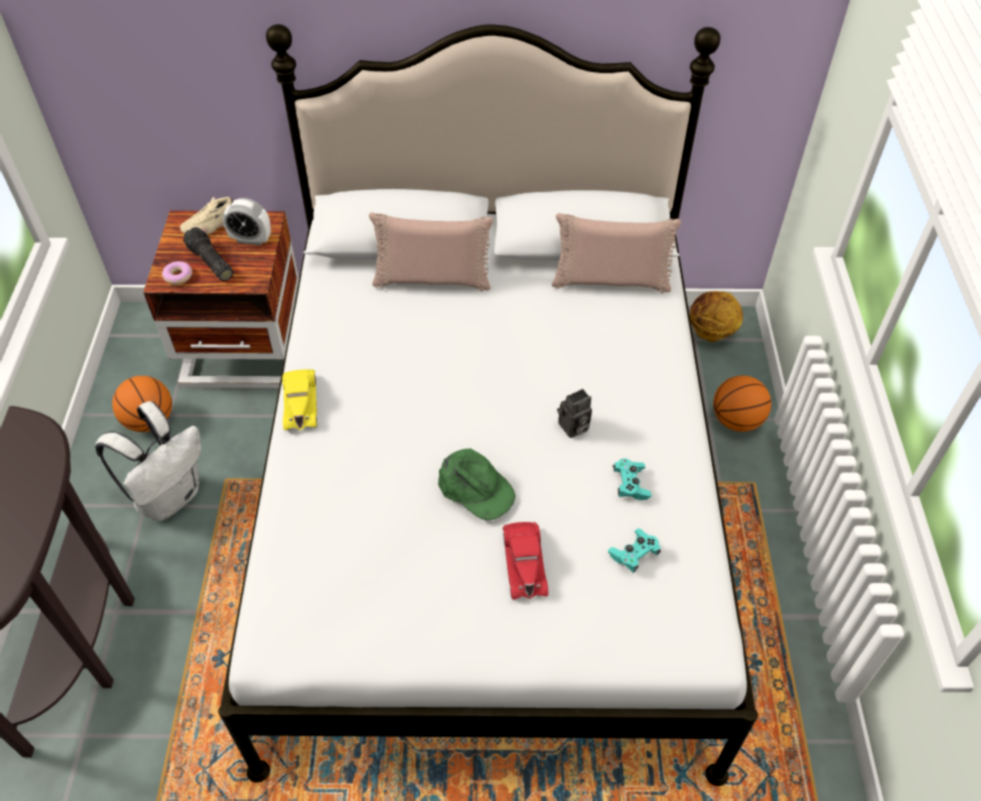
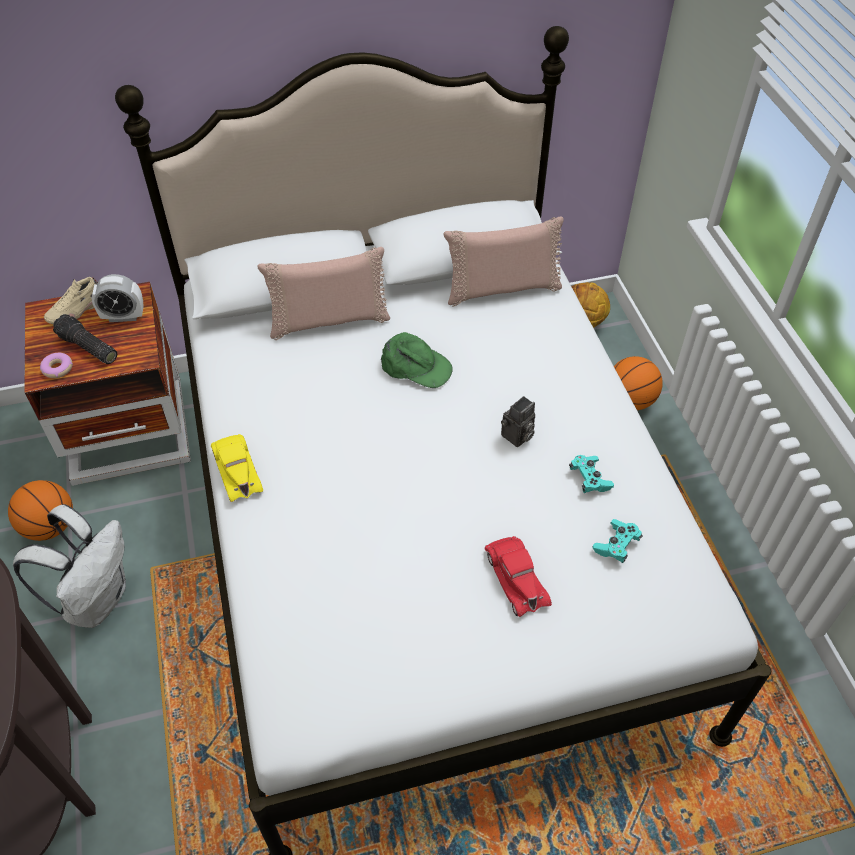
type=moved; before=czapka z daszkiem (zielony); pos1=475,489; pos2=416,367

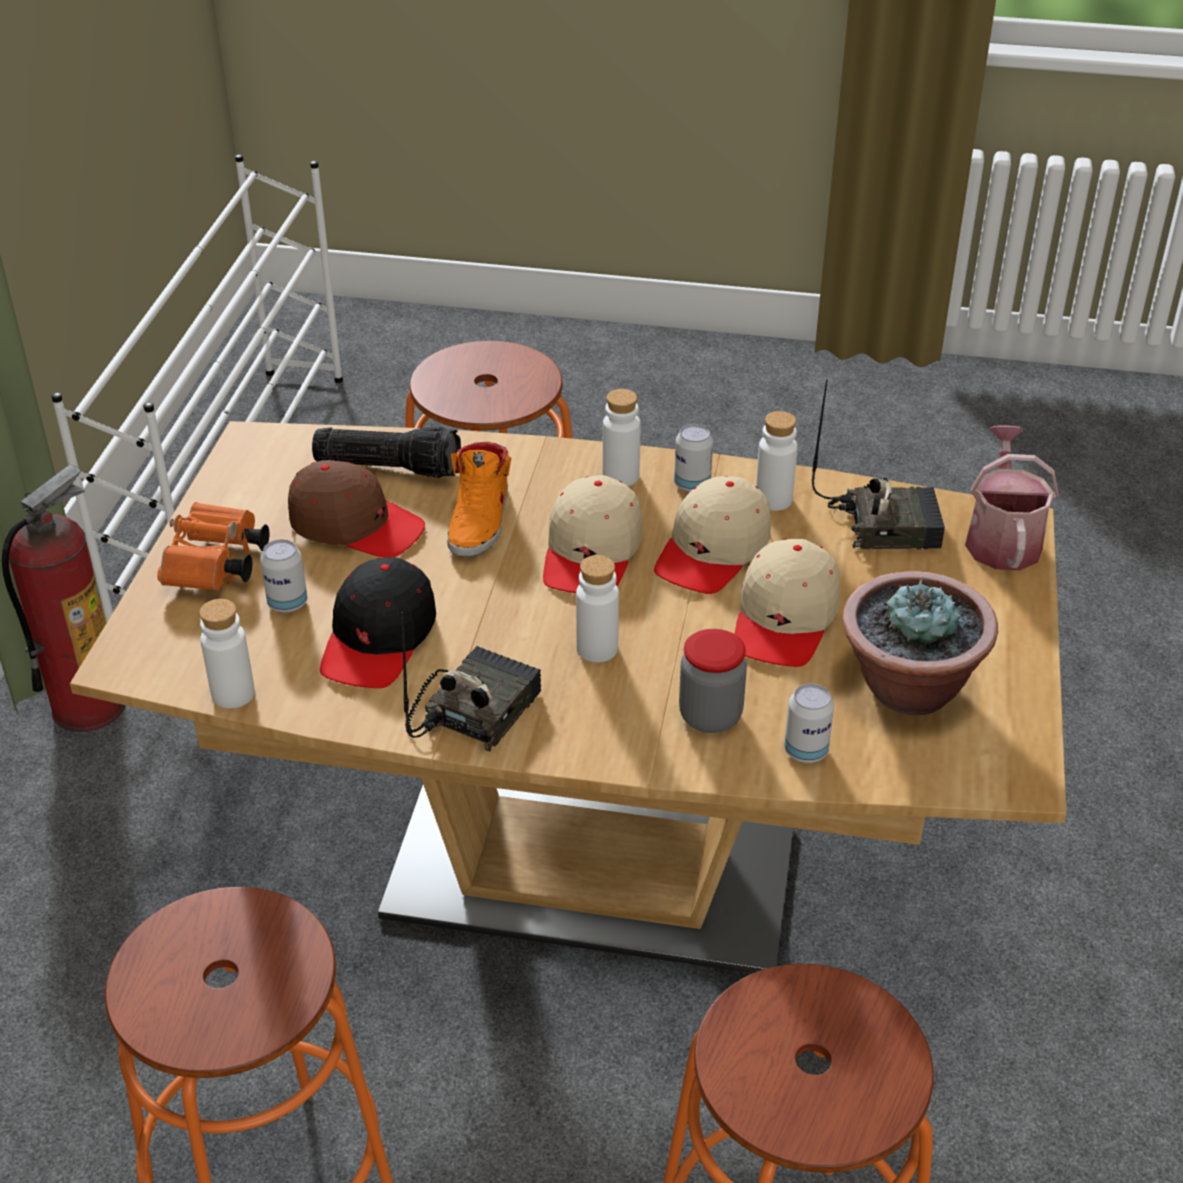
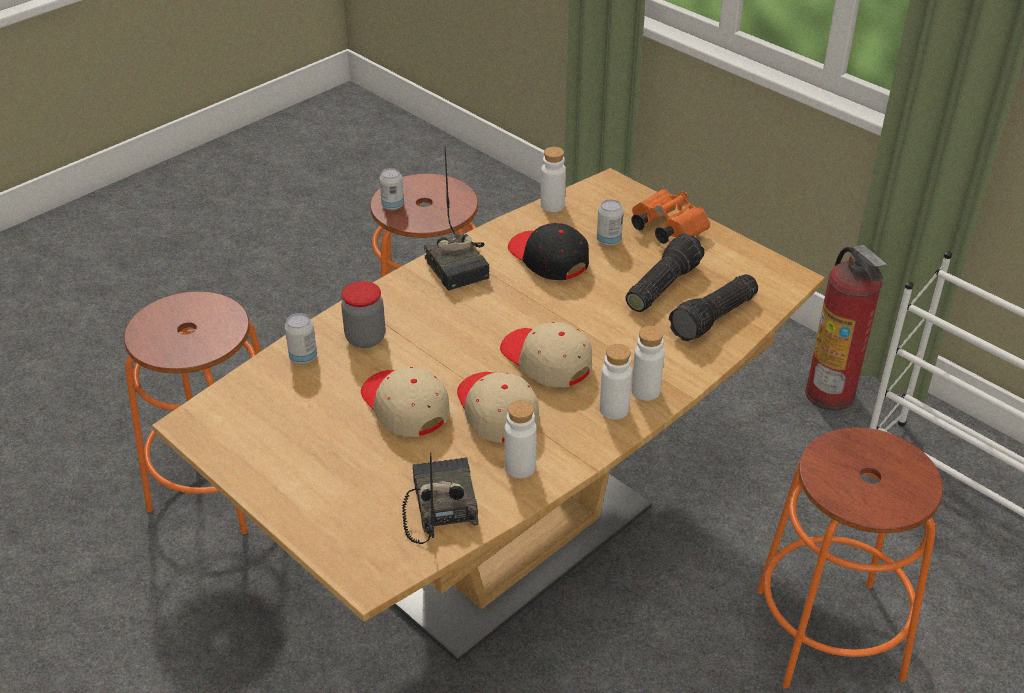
type=replaced; before=czapka z daszkiem (brązowy); after=latarka; pos1=355,525; pos2=661,285
type=removed; before=but (pomarańczowy); pos1=480,520
type=moved; before=butelka (biały); pos1=597,648; pos2=645,391
type=moved; before=puszka; pos1=692,485; pos2=392,206
type=turned; before=radio; pos1=886,524; pos2=439,507; turn=135
type=removed; before=roślina doniczkowa; pos1=908,689
type=removed; before=konewka; pos1=1002,538

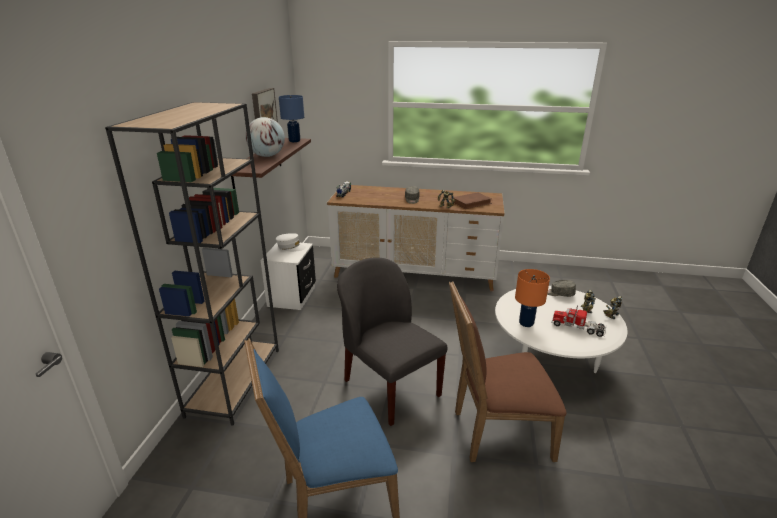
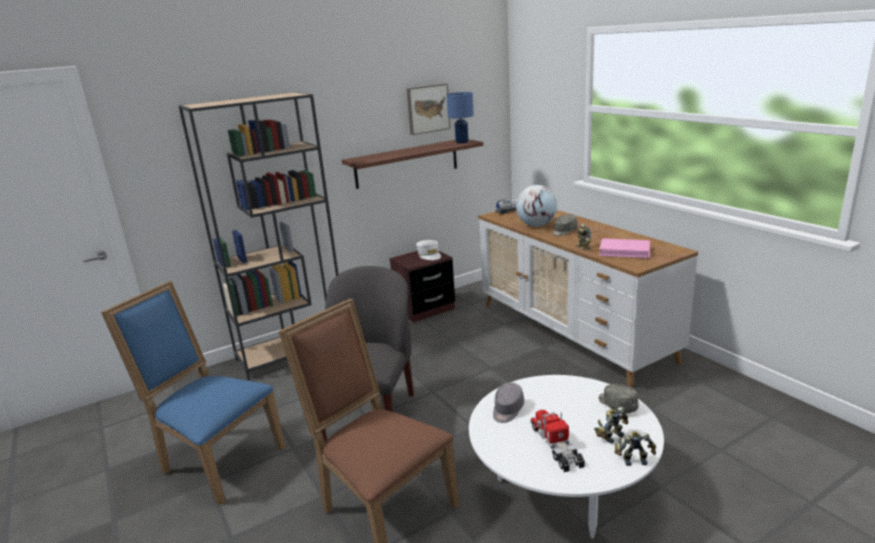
type=moved; before=globus; pos1=267,156; pos2=536,225
type=recoloured; before=szafka nocna (biały); after=szafka nocna (brązowy); pos1=292,297; pos2=425,309
type=recoloured; before=książka (brązowy); after=książka (różowy); pos1=471,203; pos2=625,251
type=replaced; before=lampa stołowa (pomarańczowy); after=czapka z daszkiem (szary); pos1=526,323; pos2=507,410

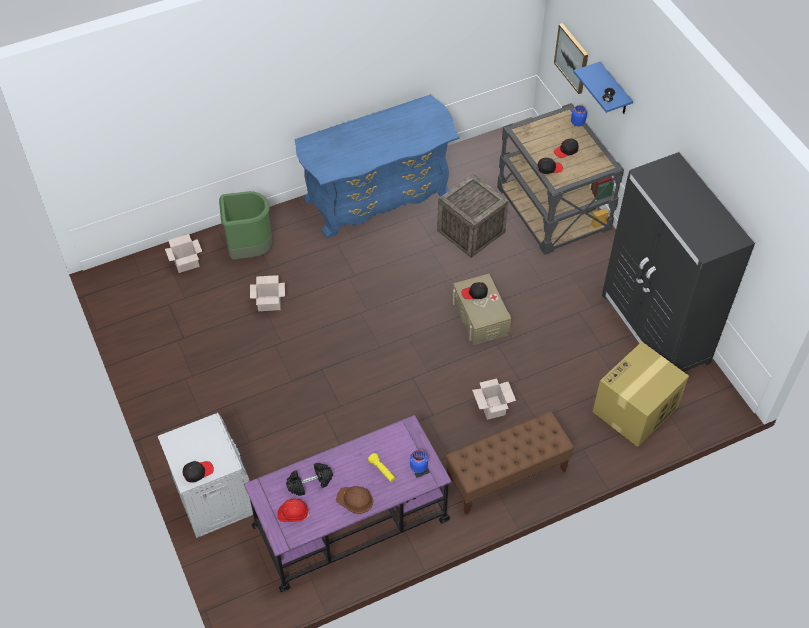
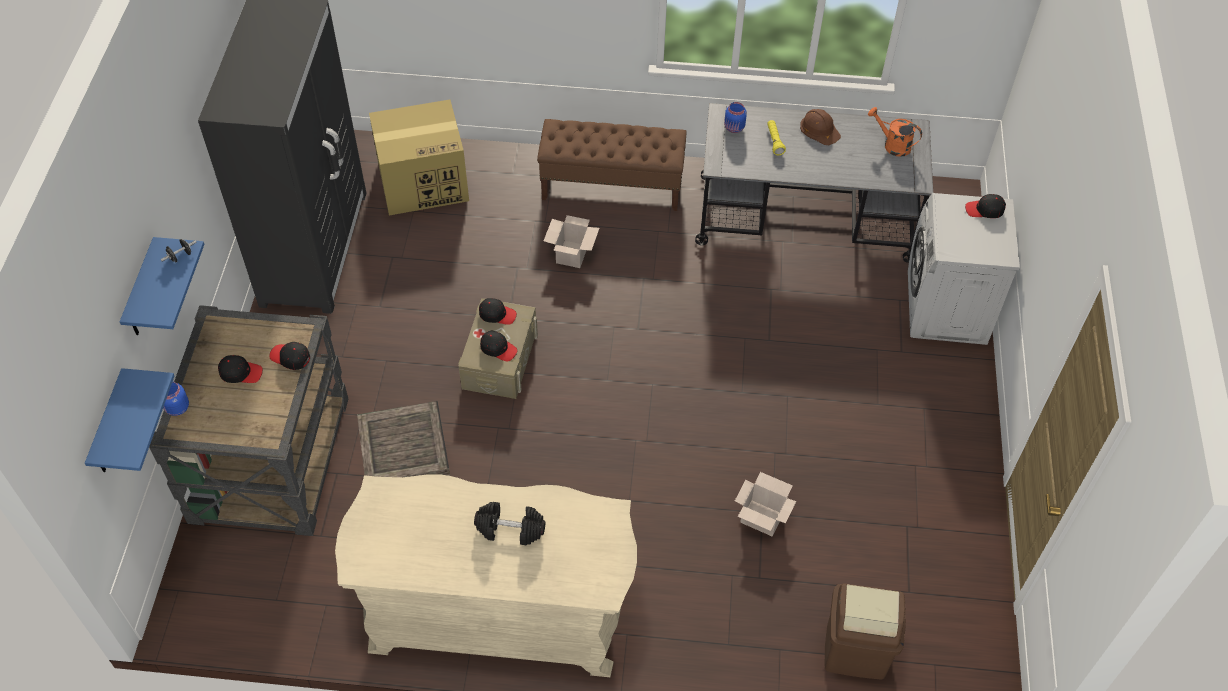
type=replaced; before=karton; after=kosz na śmieci (brązowy); pos1=186,264; pos2=855,650
type=removed; before=kosz na śmieci (zielony); pos1=249,251
type=recoloured; before=biurko (fioletowy); after=biurko (szary); pos1=351,523; pos2=804,218
type=replaced; before=kask (czerwony); after=konewka (pomarańczowy); pos1=293,514; pos2=892,145
type=moved; before=hantel (czarny); pos1=310,483; pos2=510,530
type=recoloured; before=komoda (niebieski); after=komoda (beżowy); pos1=379,198; pos2=497,611
type=replaced; before=obraz; after=półka (niebieski); pos1=572,58; pos2=109,426
type=added; after=czapka z daszkiem (czarny); pos2=497,314

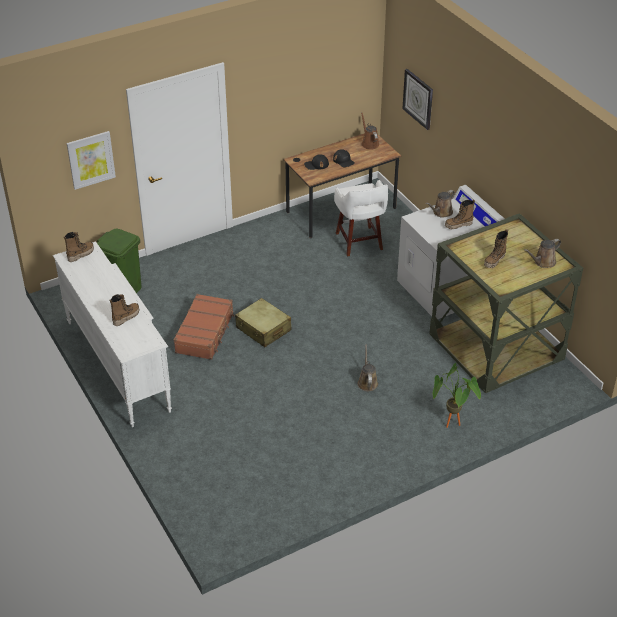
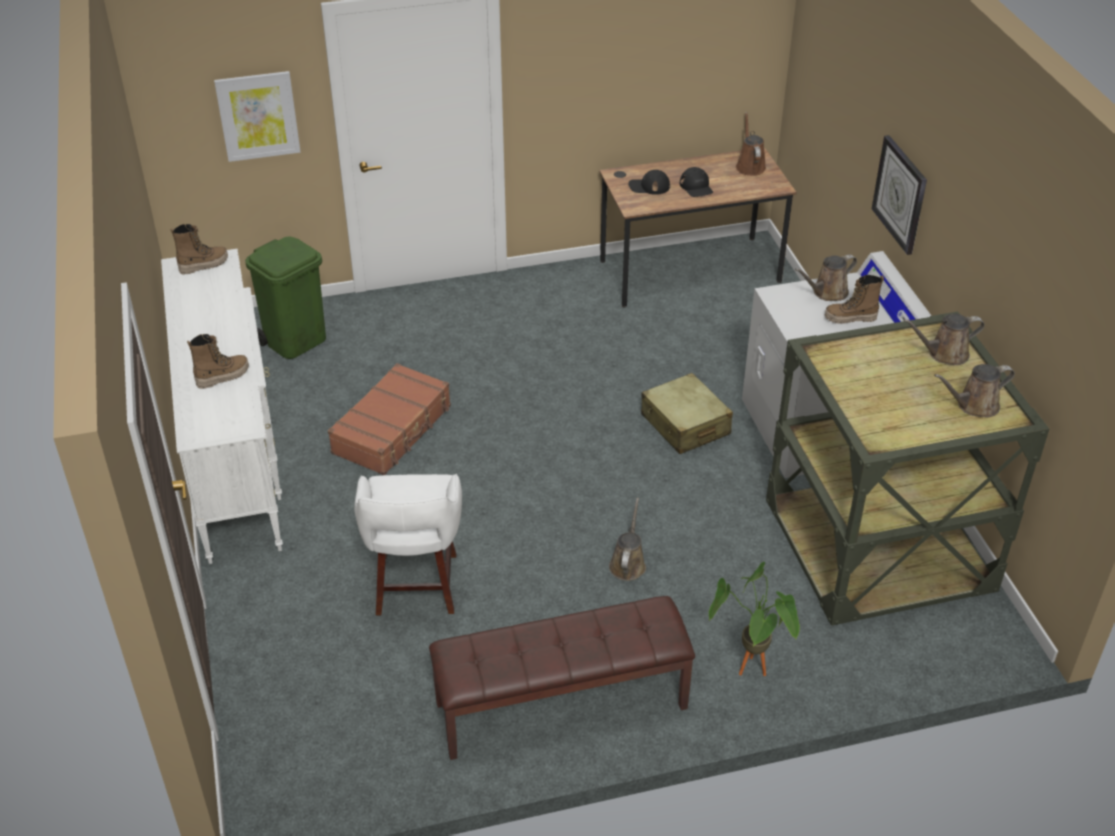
type=moved; before=walizka (beżowy); pos1=263,329; pos2=685,425
type=moved; before=stołek (biały); pos1=359,243; pos2=416,588
type=moved; before=zegar ścienny; pos1=418,99; pos2=900,194
type=removed; before=but z cholewką; pos1=494,261
type=added; after=ławka (brązowy); pos2=561,706
type=added; after=konewka (brązowy); pos2=944,354

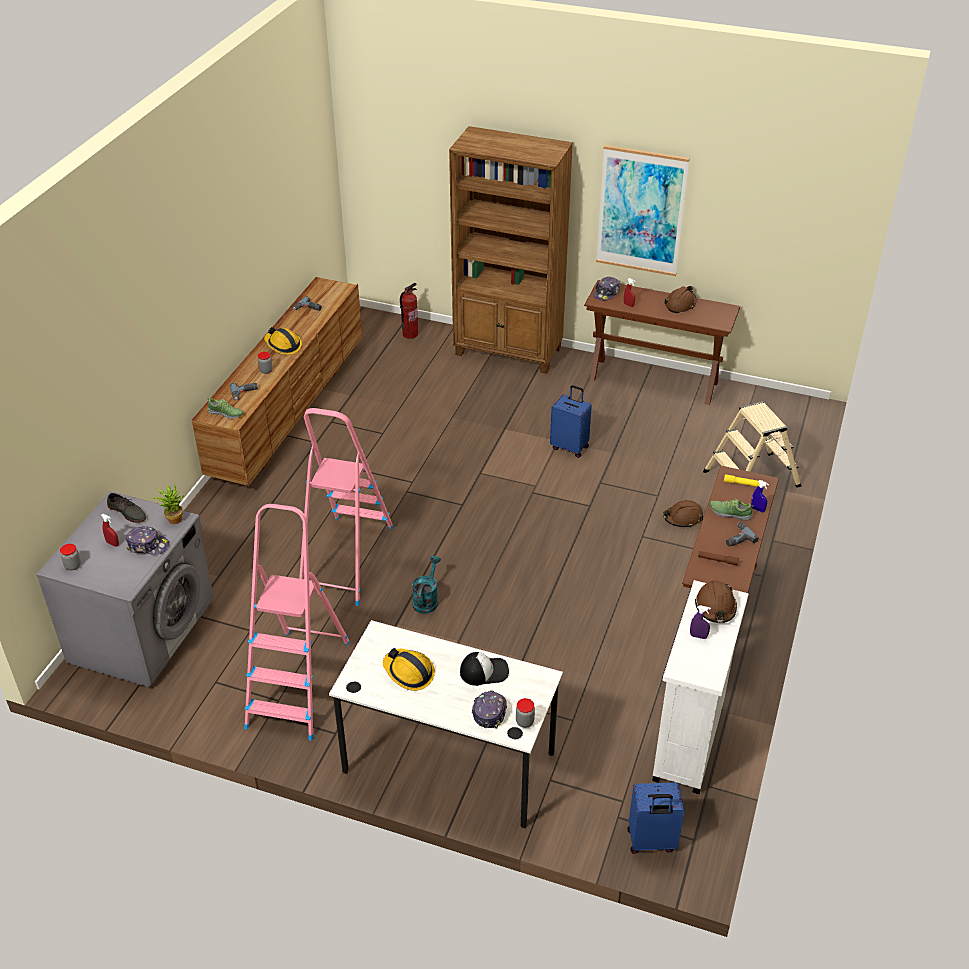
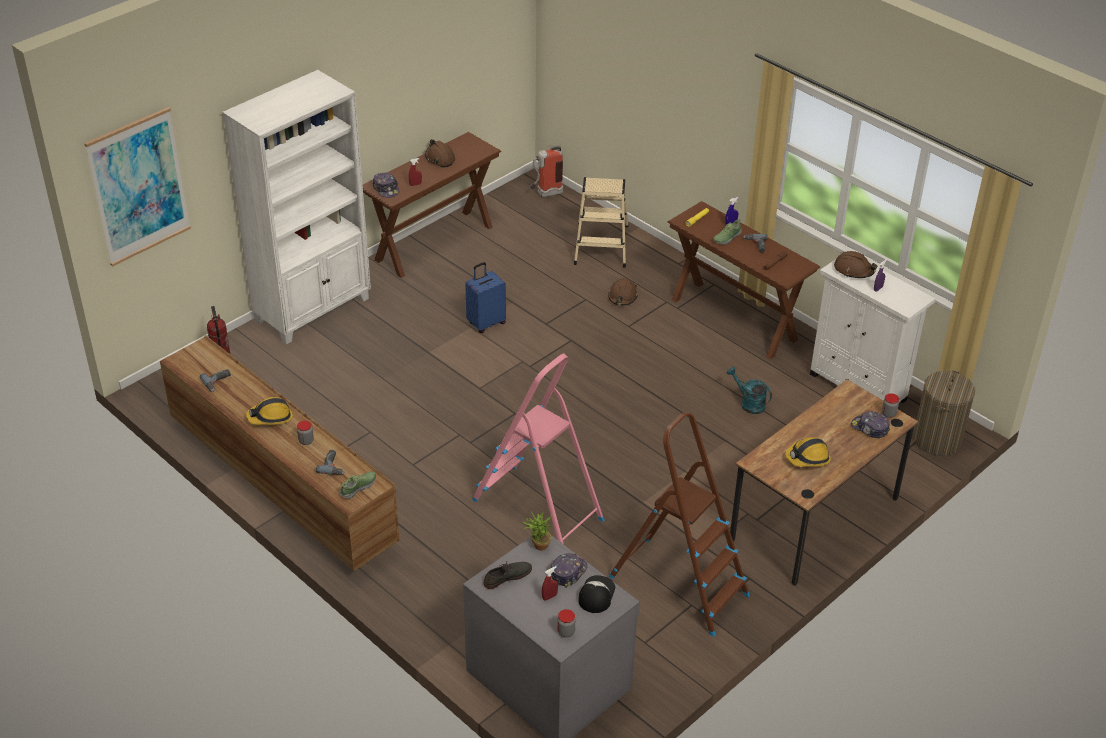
type=recoloured; before=drabinka (różowy); after=drabinka (brązowy); pos1=298,684; pos2=679,586
type=recoloured; before=biurko (biały); after=biurko (brązowy); pos1=449,762; pos2=814,519
type=moved; before=konewka (turkusowy); pos1=426,599; pos2=749,403
type=recoloured; before=regał (brązowy); after=regał (biały); pos1=508,352; pos2=313,309
type=moved; before=czapka z daszkiem; pos1=484,671; pos2=596,594
type=moved; before=obraz; pos1=641,211; pos2=138,187
type=replaced; before=walizka (niebieski); after=kosz na pranie; pos1=651,841; pos2=937,439
type=added; after=gaśnica; pos2=545,194

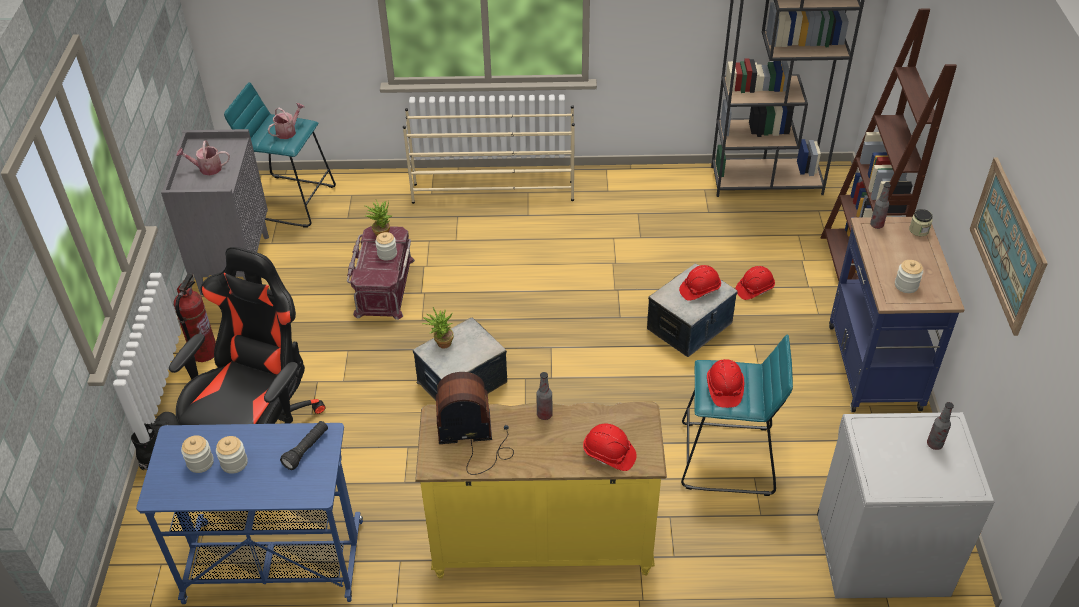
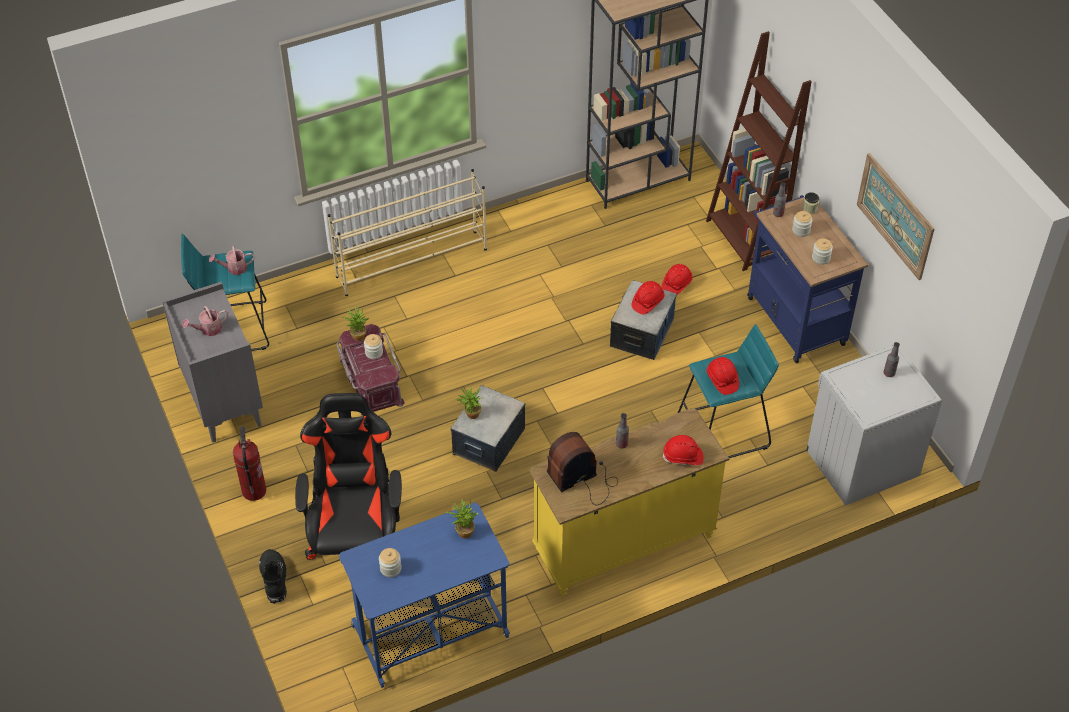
type=moved; before=słoik; pos1=234,463; pos2=801,230
type=turned; before=konewka; pos1=288,131; pos2=234,268; turn=-120
type=replaced; before=latarka (czarny); after=roślina doniczkowa; pos1=306,449; pos2=463,531

